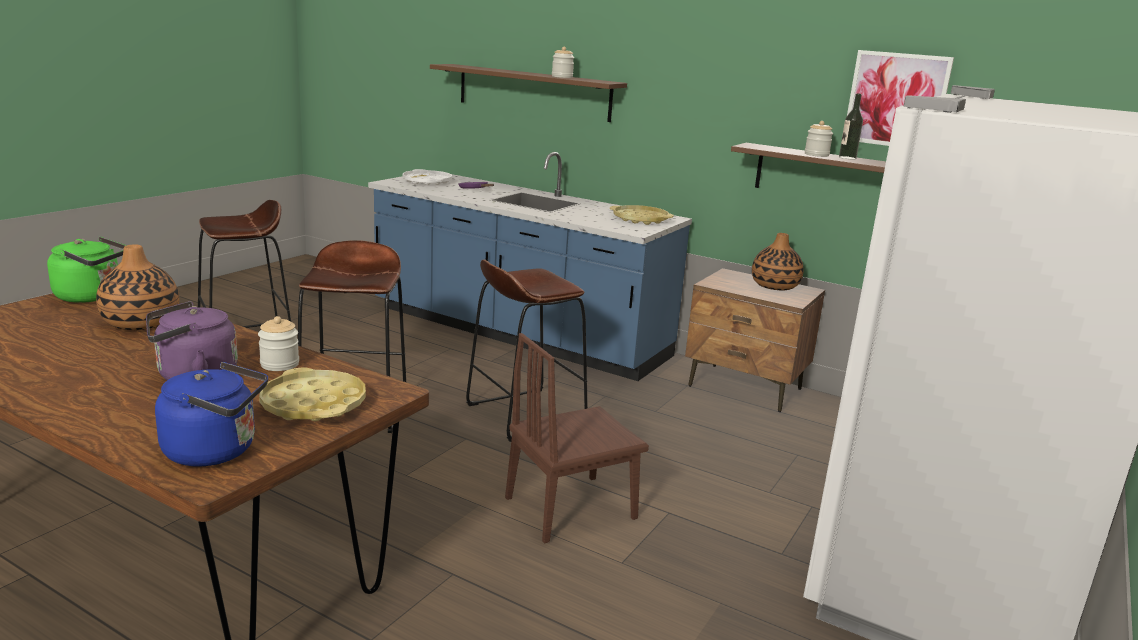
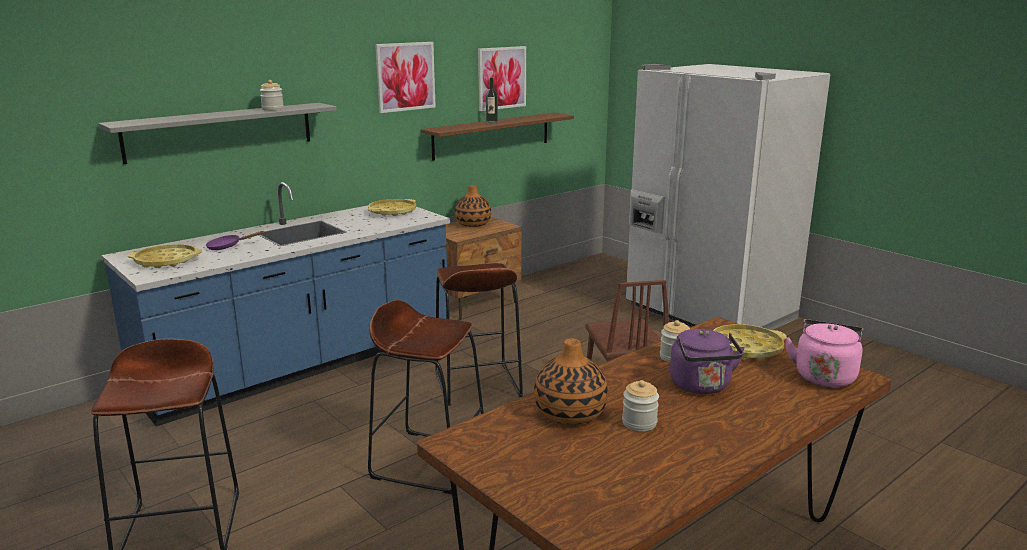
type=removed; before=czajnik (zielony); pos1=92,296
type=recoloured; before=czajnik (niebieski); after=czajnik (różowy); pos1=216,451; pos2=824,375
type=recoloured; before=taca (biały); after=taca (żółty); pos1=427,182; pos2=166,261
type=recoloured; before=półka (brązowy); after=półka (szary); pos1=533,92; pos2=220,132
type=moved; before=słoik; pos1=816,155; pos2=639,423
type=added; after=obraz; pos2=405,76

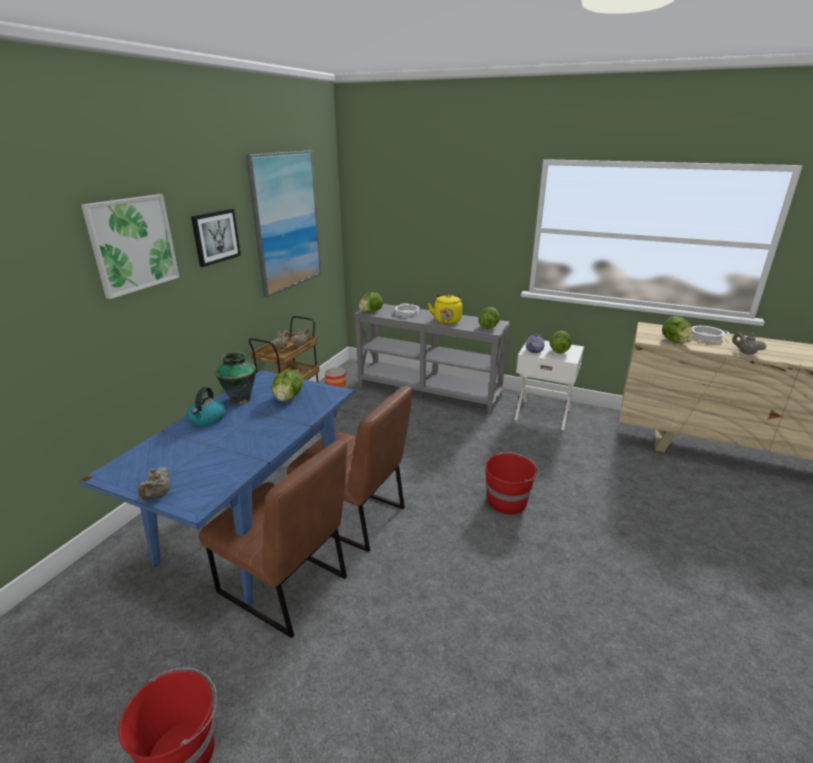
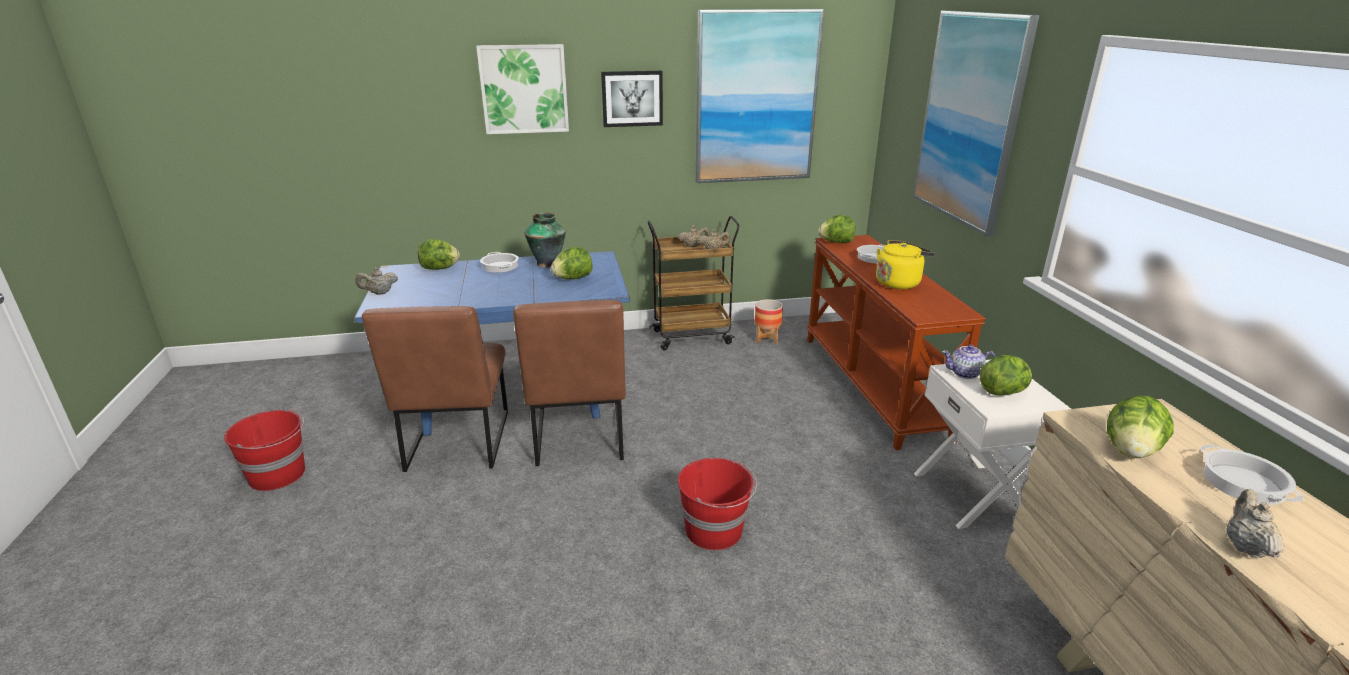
type=replaced; before=czajnik; after=garnek; pos1=208,419; pos2=500,266
type=recoloured; before=stolik konsolowy (szary); after=stolik konsolowy (brązowy); pos1=429,391; pos2=874,385
type=moved; before=sałata; pos1=488,327; pos2=439,268
type=added; after=obraz; pos2=969,119

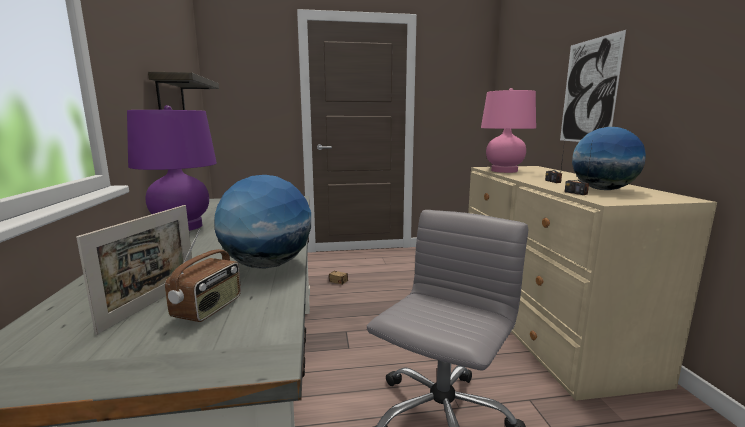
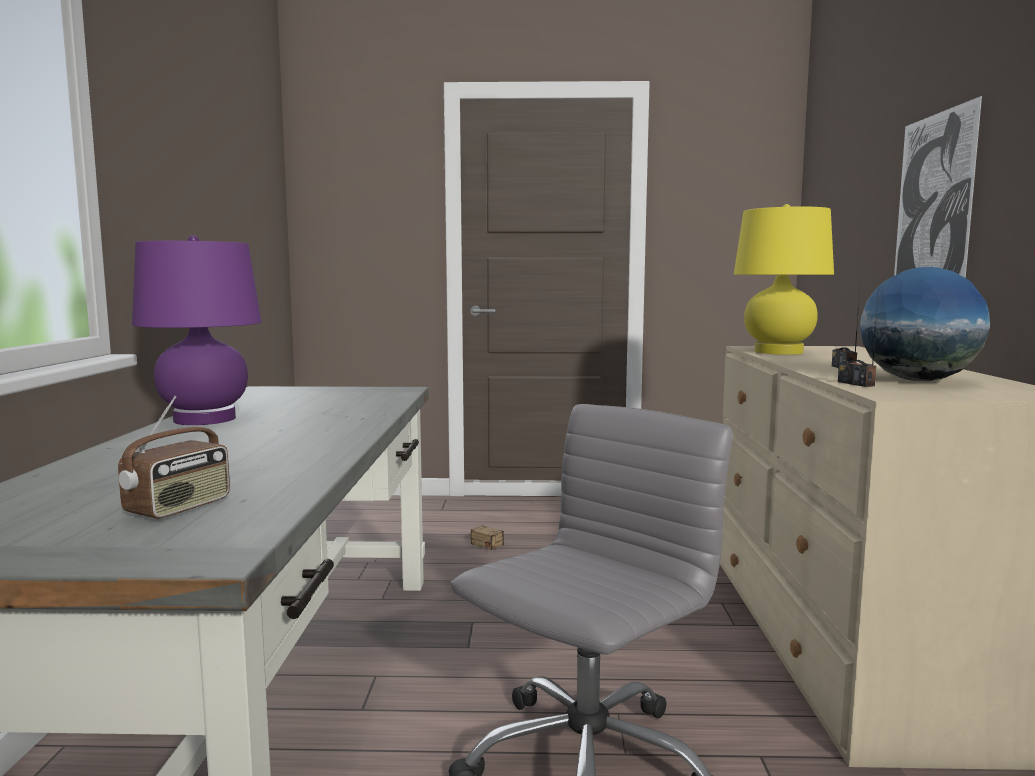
type=removed; before=ramka na zdjęcie; pos1=152,303
type=removed; before=półka; pos1=171,97
type=removed; before=globus; pos1=267,265
type=recoloured; before=lampa stołowa (różowy); after=lampa stołowa (żółty); pos1=504,171; pos2=778,352

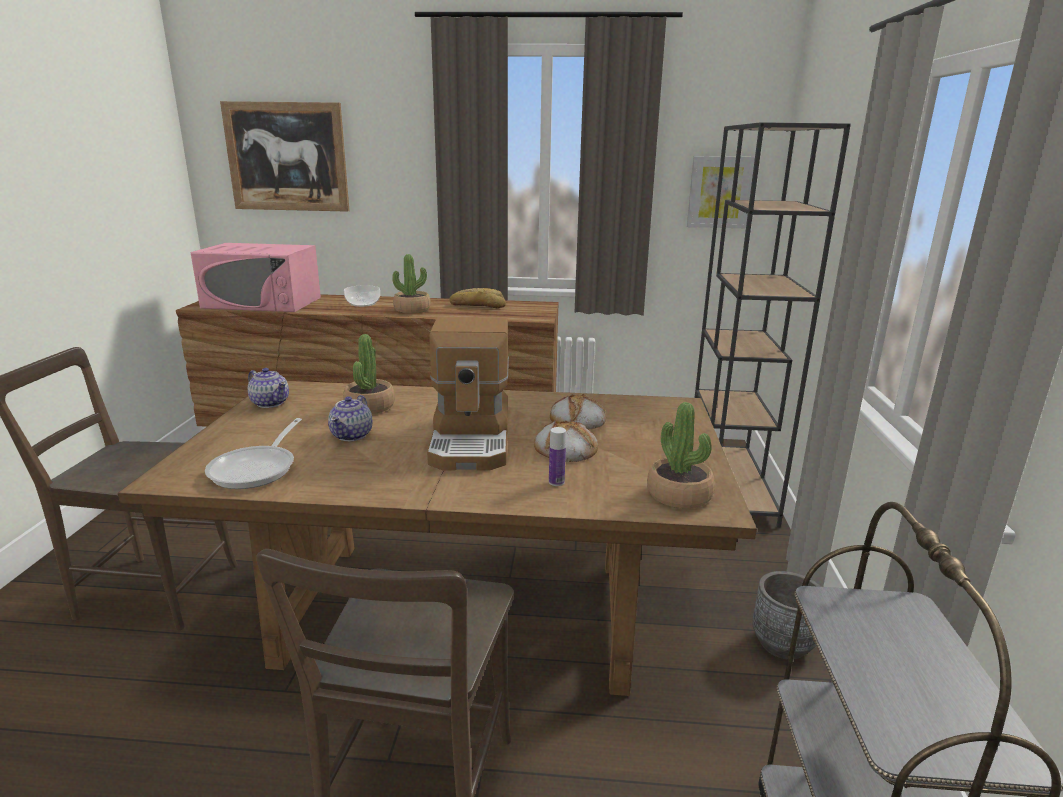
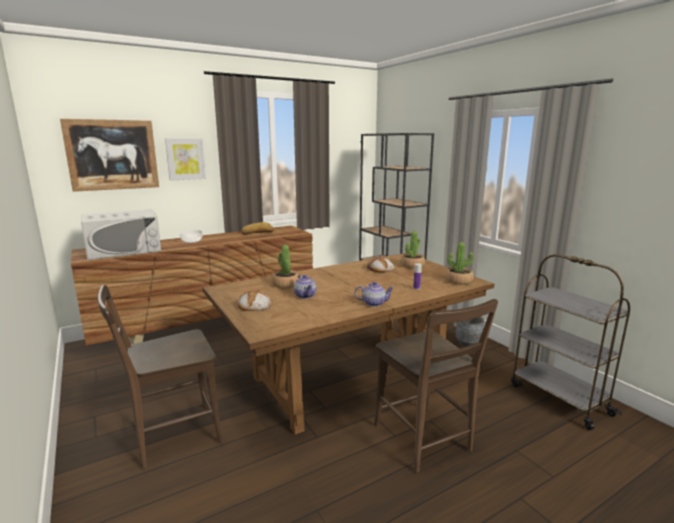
type=recoloured; before=mikrofalówka (różowy); after=mikrofalówka (biały); pos1=262,302; pos2=124,250
type=removed; before=patelnia; pos1=257,468
type=moved; before=imbryk; pos1=270,403; pos2=373,303
type=moved; before=roślina doniczkowa; pos1=412,310; pos2=412,265
type=removed; before=ekspres do kawy; pos1=472,440
type=moved; before=chleb; pos1=565,448; pos2=255,305
type=moved; before=obraz; pos1=719,192; pos2=185,159

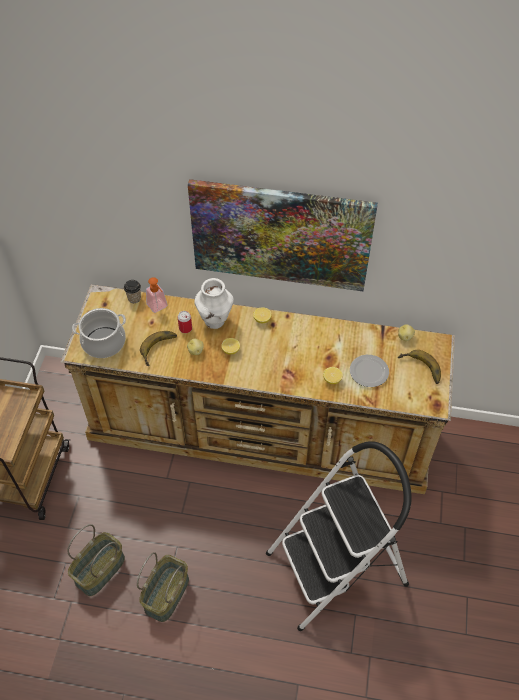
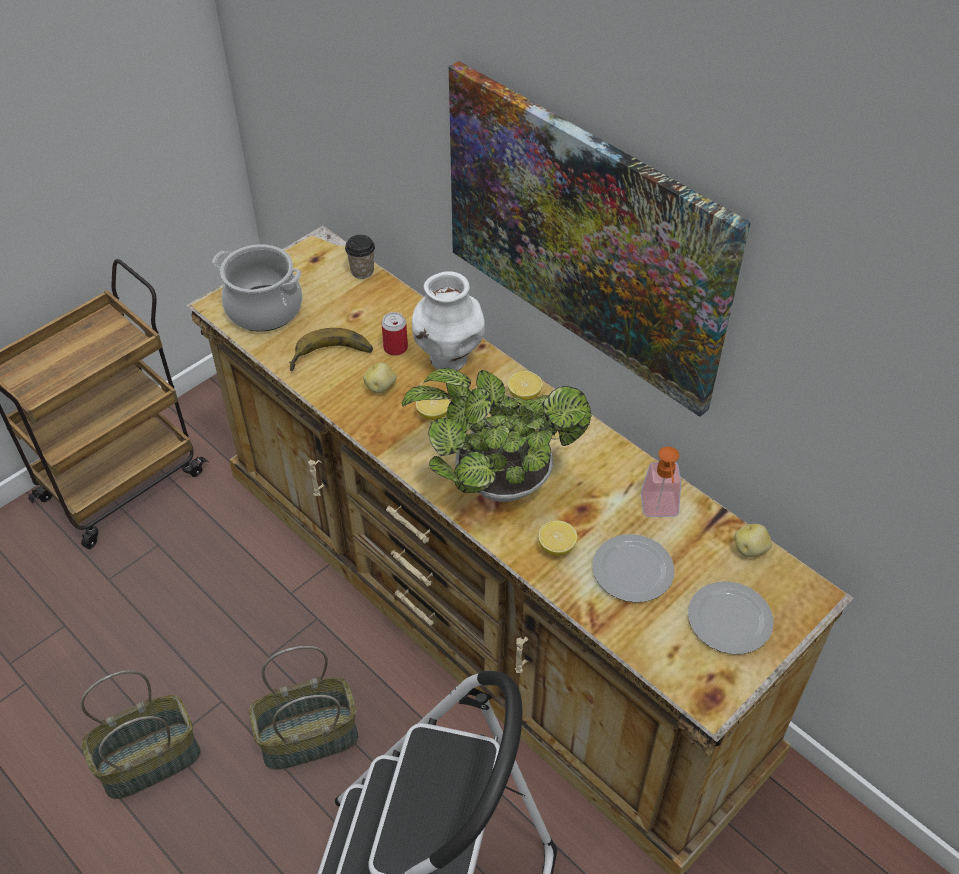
type=moved; before=koszyk; pos1=100,571; pos2=308,739
type=moved; before=dozownik mydła; pos1=159,307; pos2=660,511
type=replaced; before=banan; after=talerz; pos1=420,370; pos2=731,619
type=added; after=roślina doniczkowa; pos2=495,482

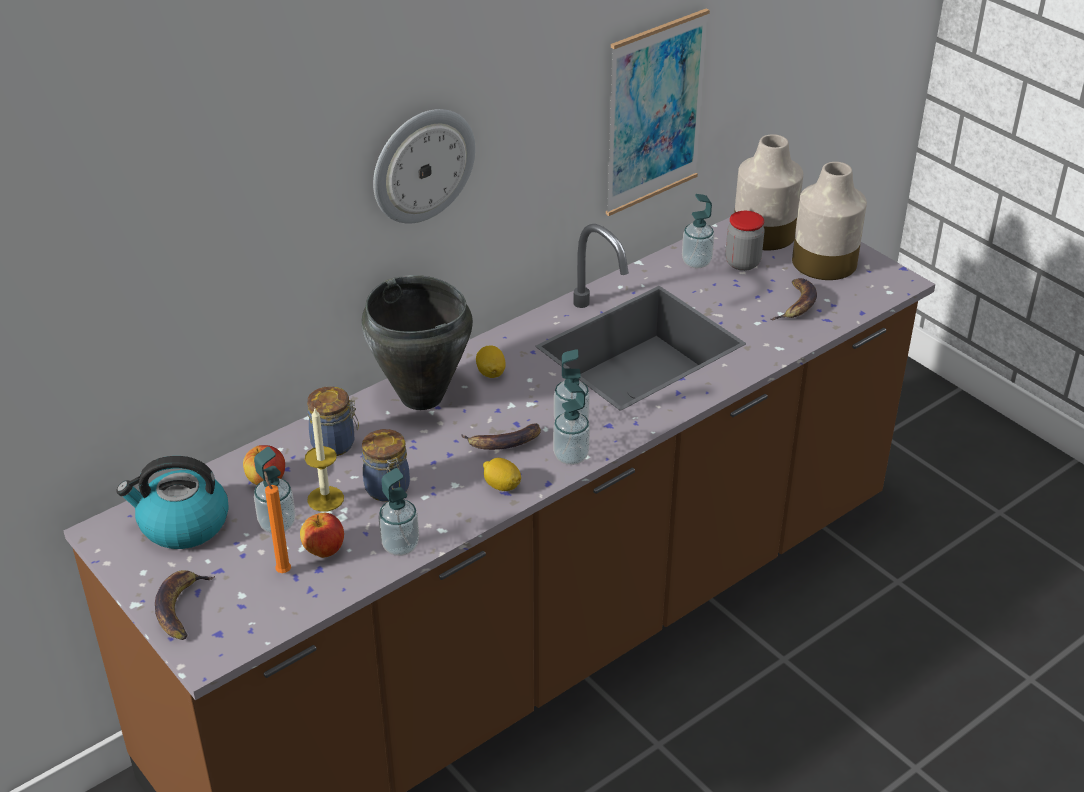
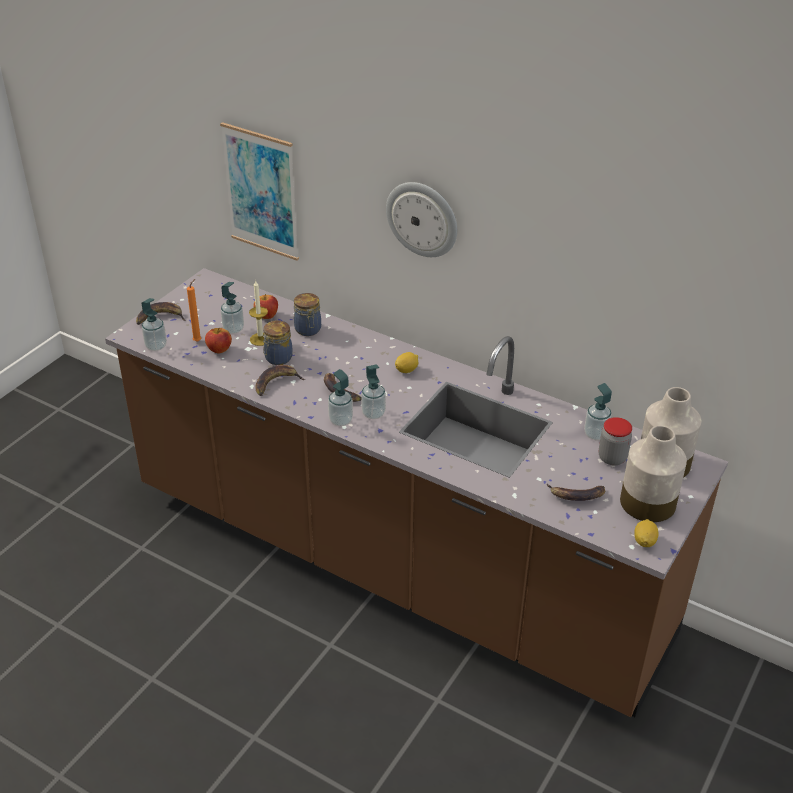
type=removed; before=czajnik; pos1=182,524
type=removed; before=garnek (czarny); pos1=421,397
type=moved; before=dozownik mydła; pos1=400,546; pos2=156,346
type=moved; before=cytryna; pos1=502,486; pos2=644,541
type=moved; before=obraz; pos1=655,113; pos2=261,192
type=added; after=banan; pos2=276,383

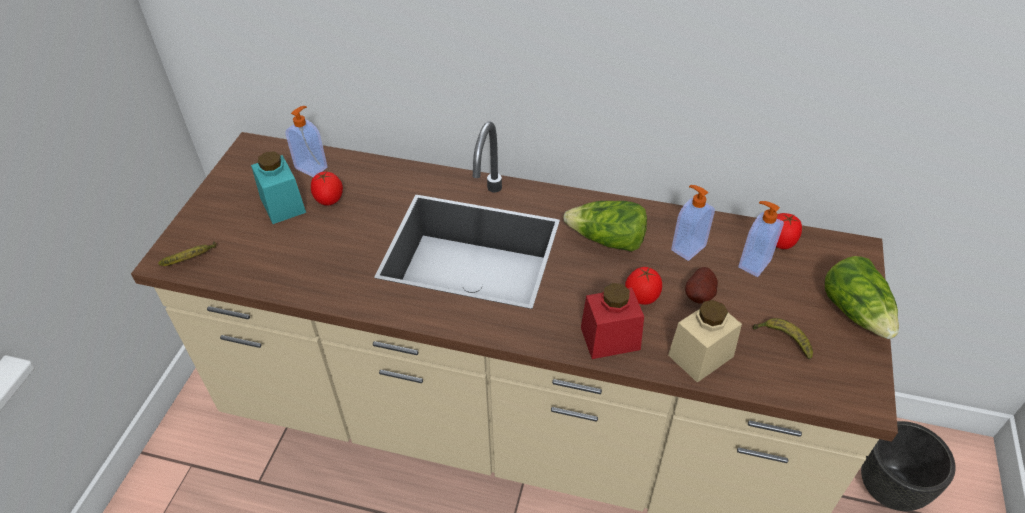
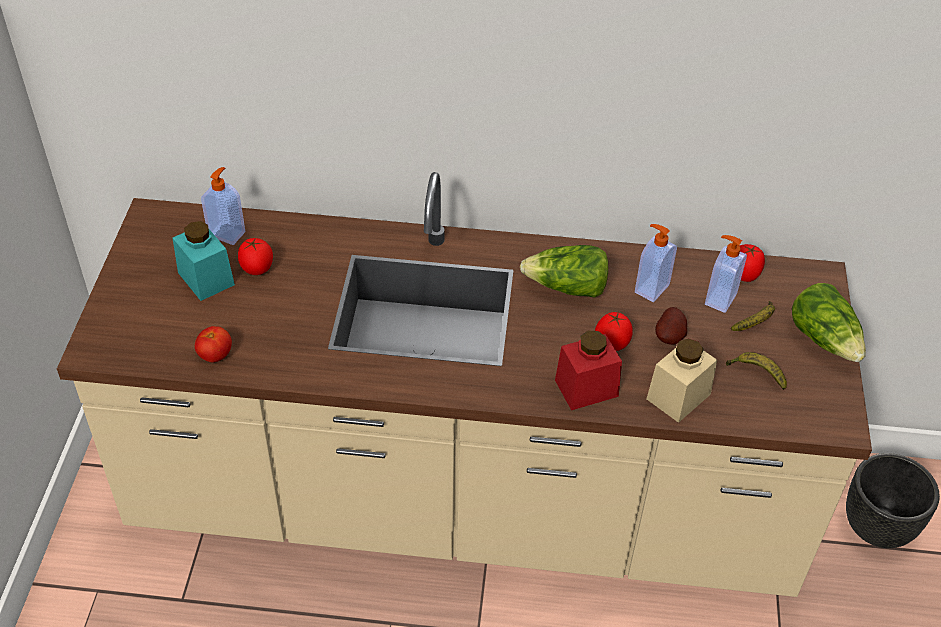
type=moved; before=banan; pos1=191,260; pos2=755,322
type=added; after=pomidor; pos2=215,355

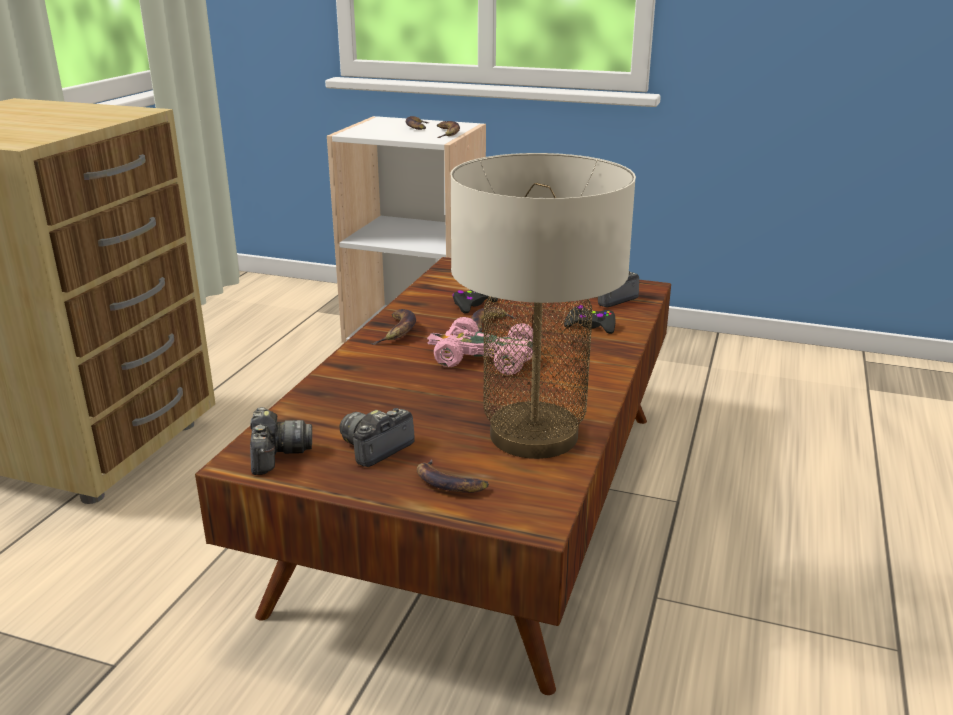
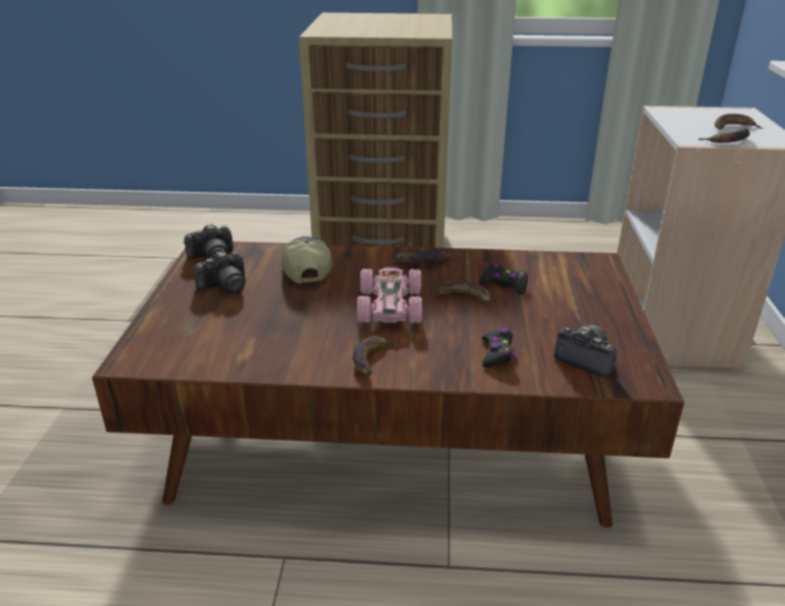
type=turned; before=aparat fotograficzny; pos1=375,448; pos2=225,286; turn=120
type=moved; before=banan; pos1=449,483; pos2=372,359
type=removed; before=lampa stołowa; pos1=534,435
type=added; after=czapka z daszkiem; pos2=305,270

